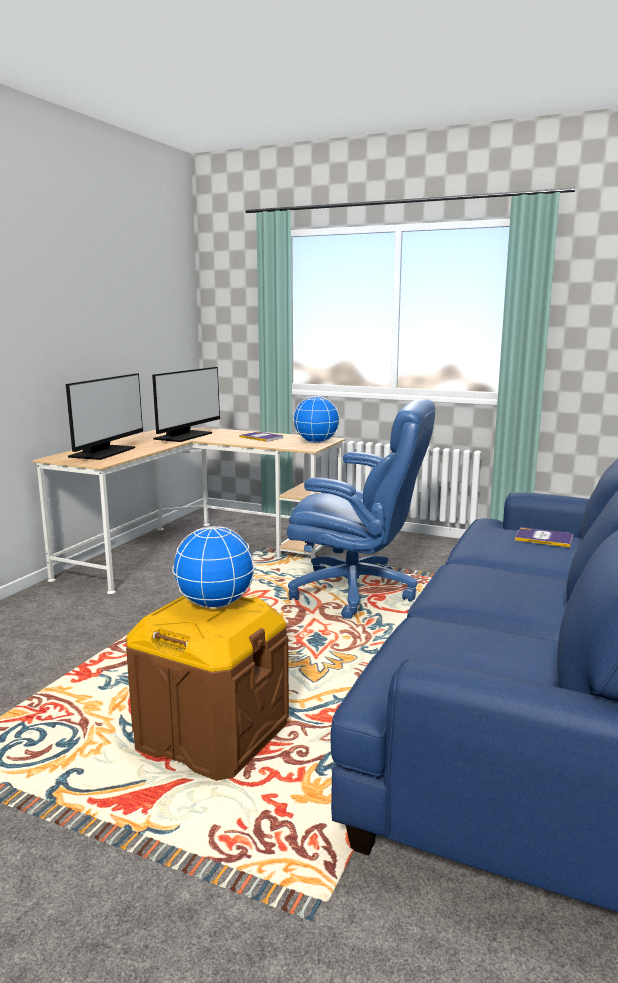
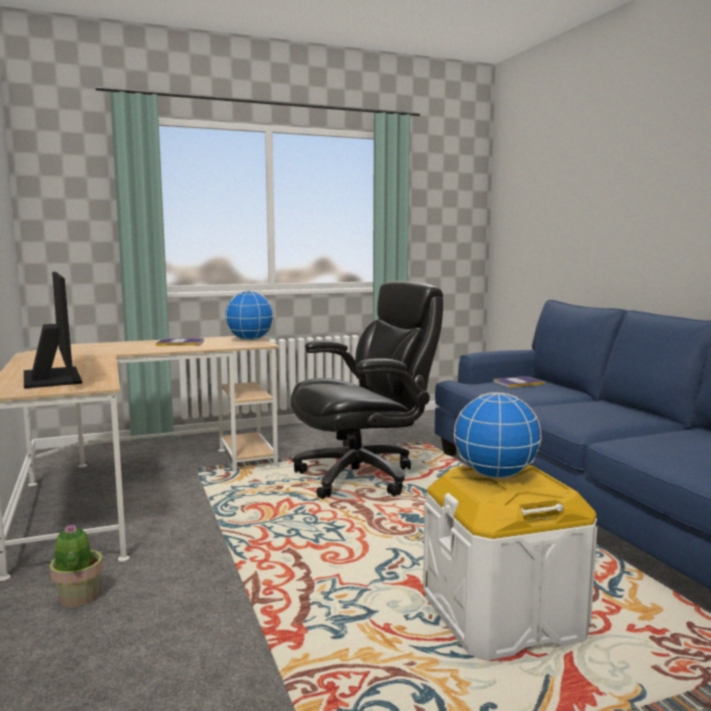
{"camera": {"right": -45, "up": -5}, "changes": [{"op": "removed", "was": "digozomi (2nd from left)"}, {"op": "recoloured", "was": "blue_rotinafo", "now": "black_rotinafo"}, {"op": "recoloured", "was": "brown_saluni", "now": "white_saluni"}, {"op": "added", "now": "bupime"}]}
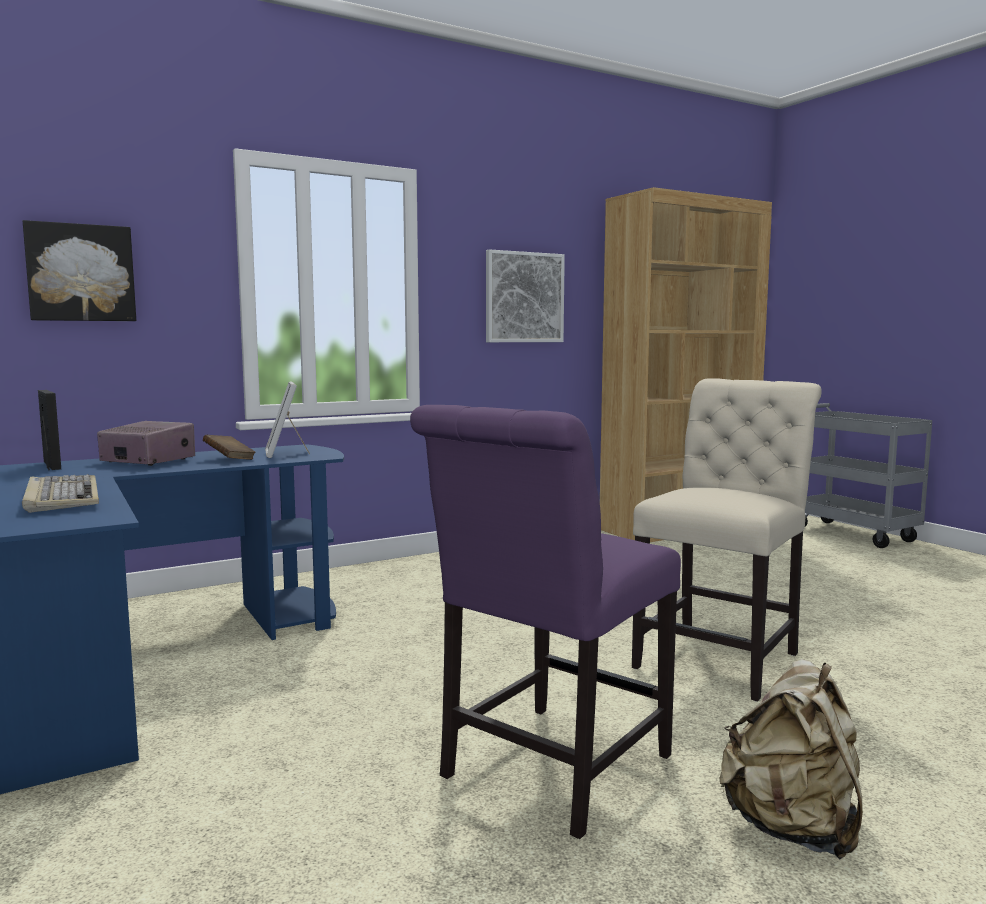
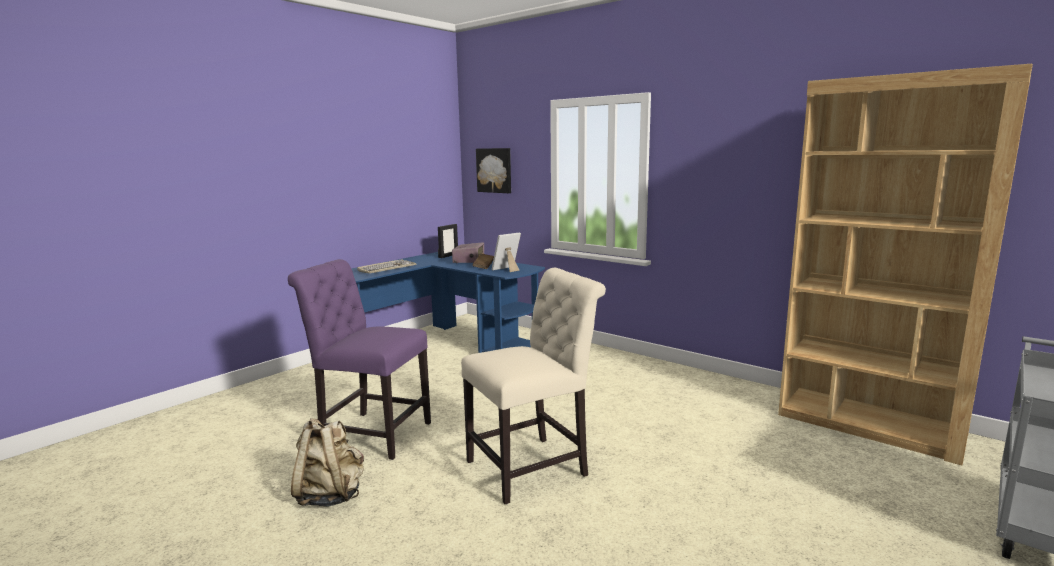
{"camera": {"right": 70, "up": 5}, "changes": [{"op": "removed", "was": "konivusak (2nd from left)"}, {"op": "turned", "was": "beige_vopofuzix", "clockwise": -45}]}
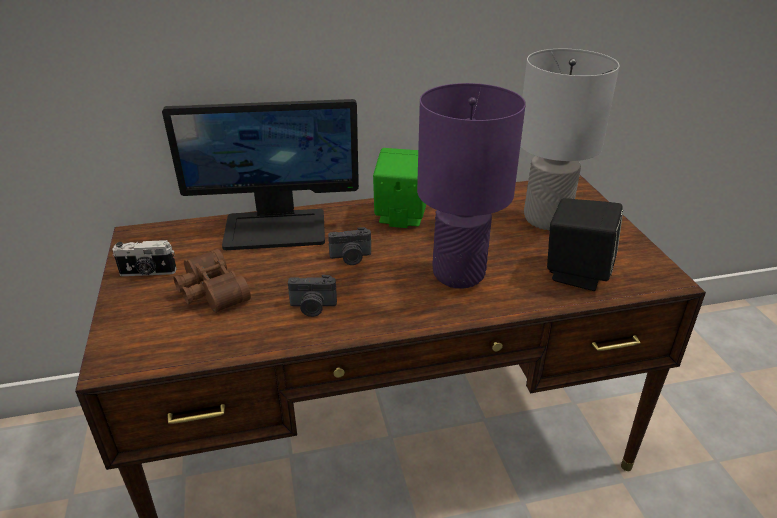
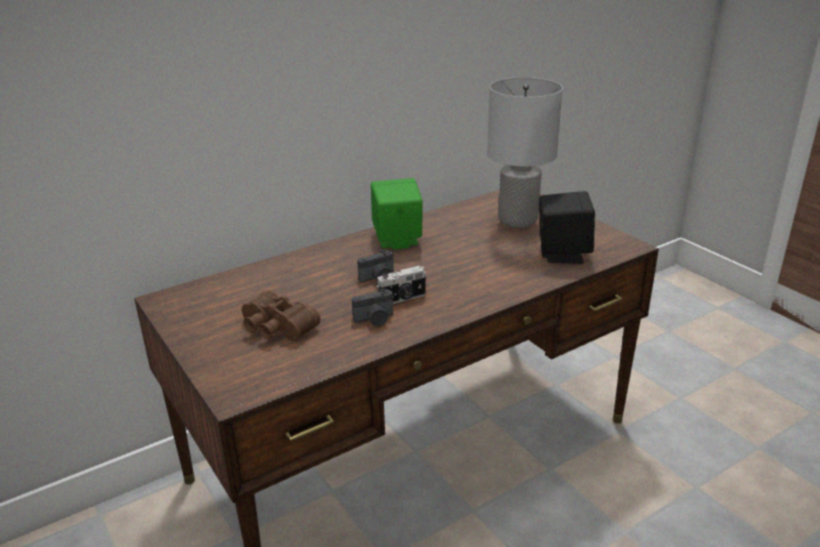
{"camera": {"right": -20, "up": -5}, "changes": [{"op": "removed", "was": "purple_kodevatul"}, {"op": "removed", "was": "digozomi"}, {"op": "moved", "was": "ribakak (1st from left in the first image)", "now": "ribakak (3rd from left)"}]}
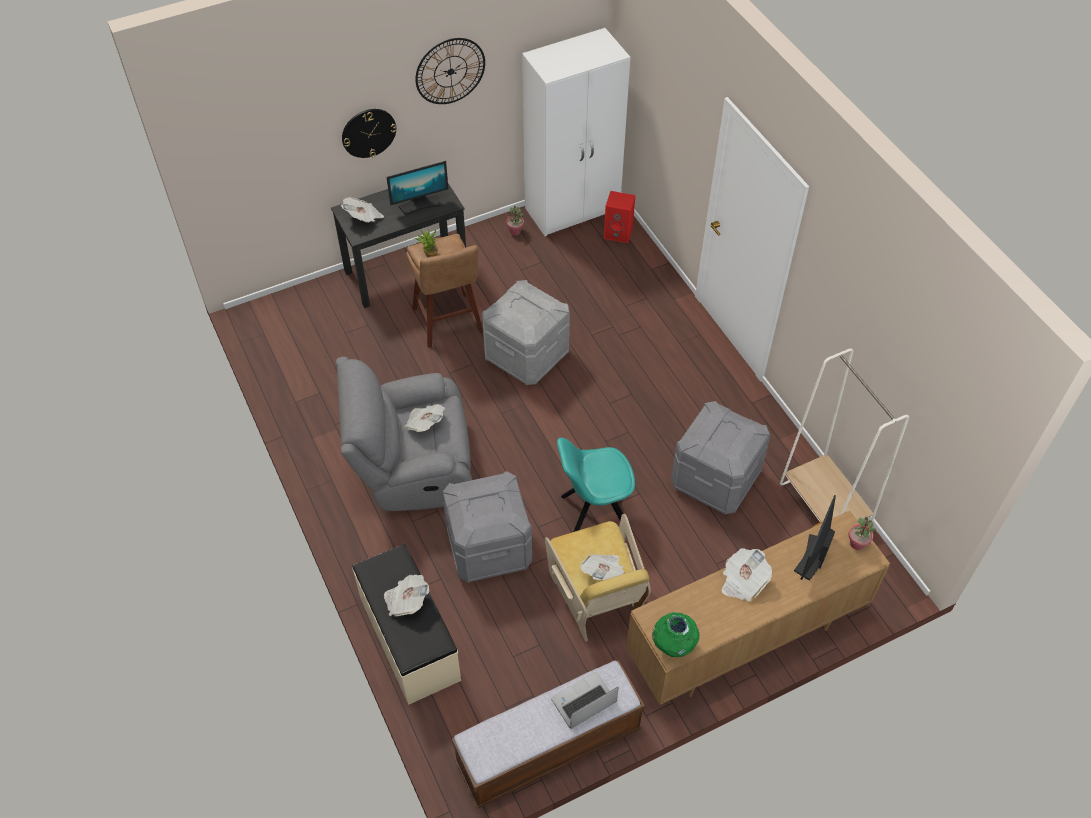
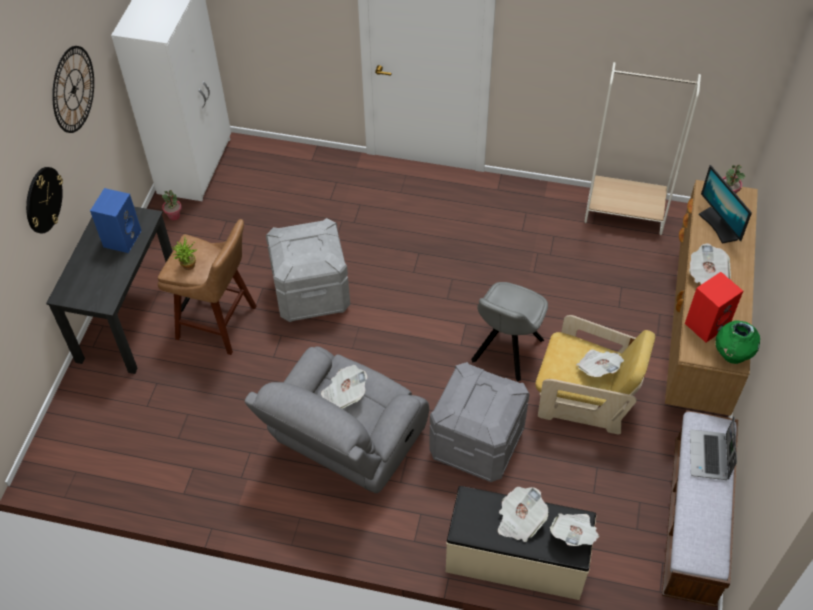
{"camera": {"right": -50, "up": 0}, "changes": [{"op": "replaced", "was": "digozomi (1st from left)", "now": "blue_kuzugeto"}, {"op": "moved", "was": "red_kuzugeto"}, {"op": "moved", "was": "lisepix (1st from left in the first image)", "now": "lisepix (3rd from left)"}, {"op": "removed", "was": "grey_saluni (3rd from left)"}, {"op": "recoloured", "was": "turquoise_vopofuzix", "now": "grey_vopofuzix"}]}
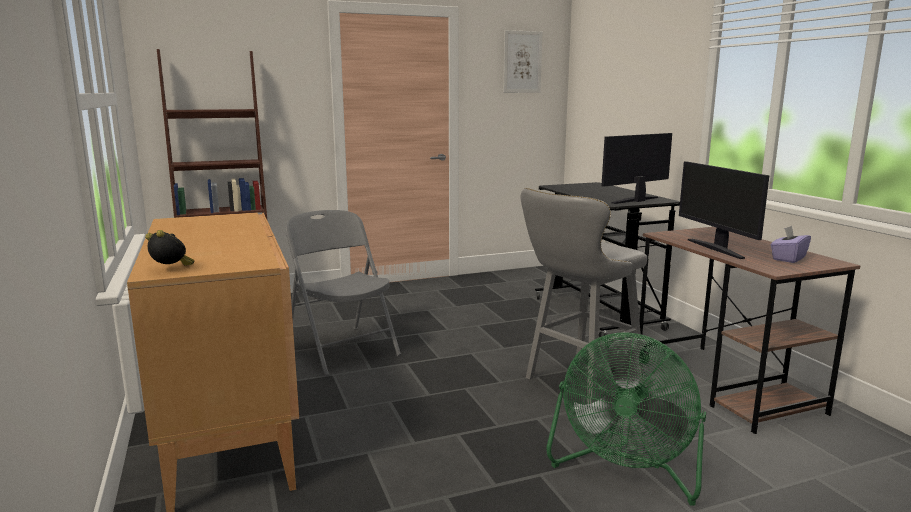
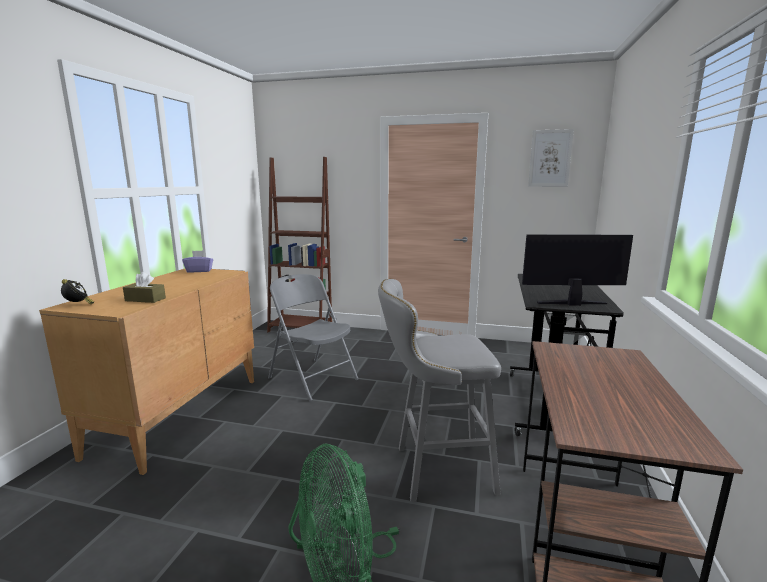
{"camera": {"right": 35, "up": 0}, "changes": [{"op": "removed", "was": "digozomi (2nd from left)"}, {"op": "turned", "was": "grey_vopofuzix", "clockwise": -45}, {"op": "moved", "was": "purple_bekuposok"}, {"op": "added", "now": "brown_bekuposok"}]}
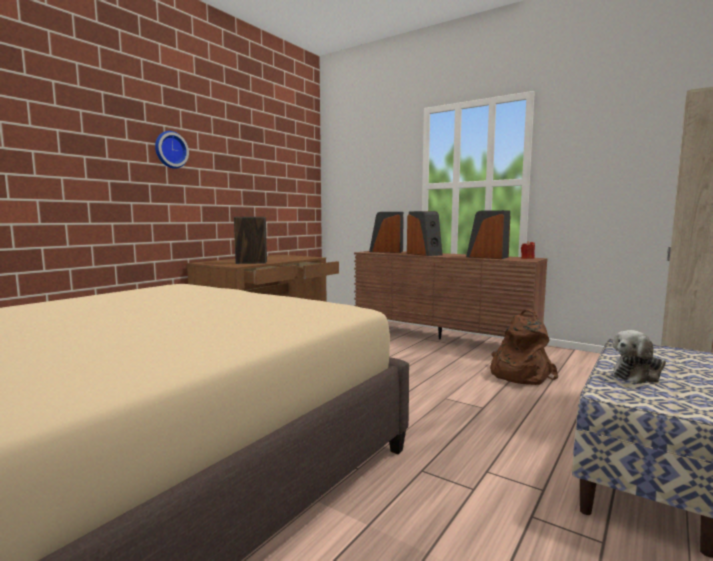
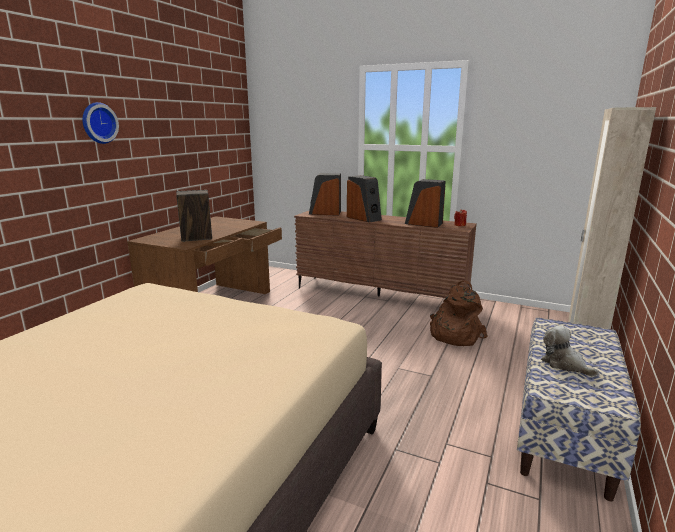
{"camera": {"right": -10, "up": 10}, "changes": [{"op": "turned", "was": "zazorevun", "clockwise": 90}]}
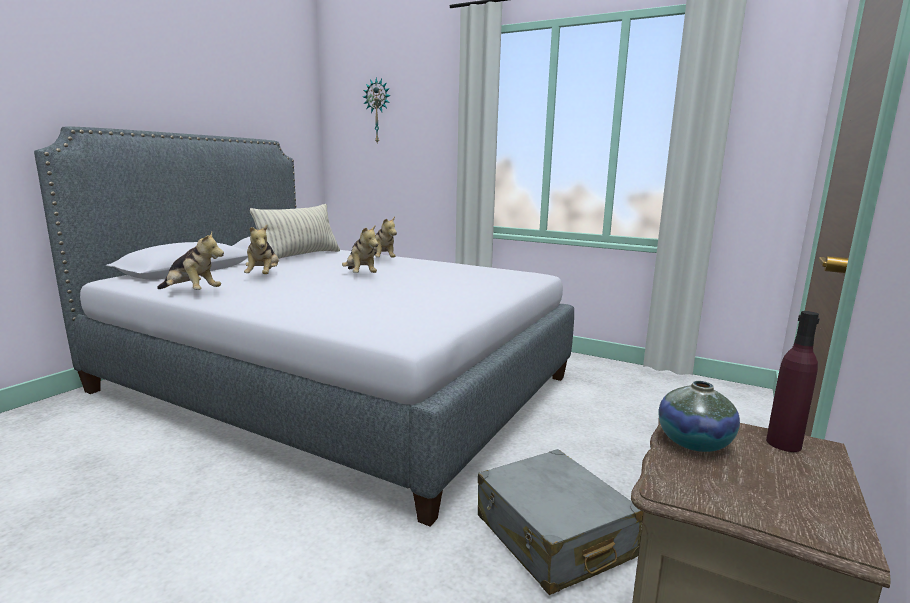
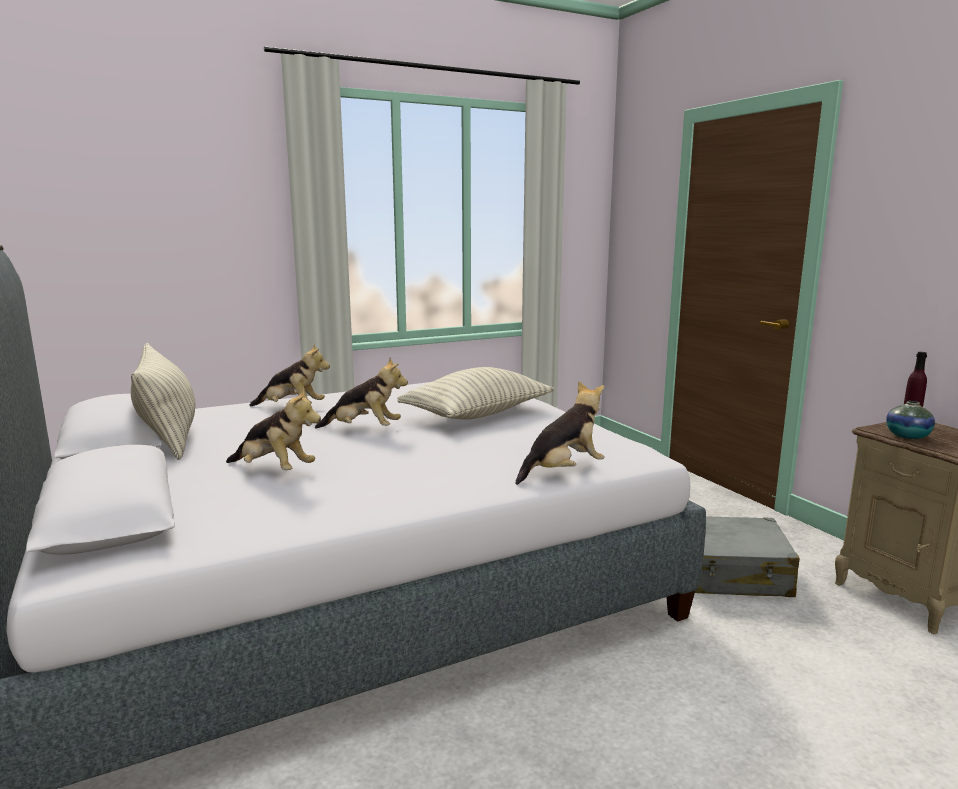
{"camera": {"right": -55, "up": 0}, "changes": [{"op": "removed", "was": "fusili"}, {"op": "moved", "was": "zazorevun (1st from left in the first image)", "now": "zazorevun (4th from left)"}, {"op": "added", "now": "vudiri (2nd from left)"}]}
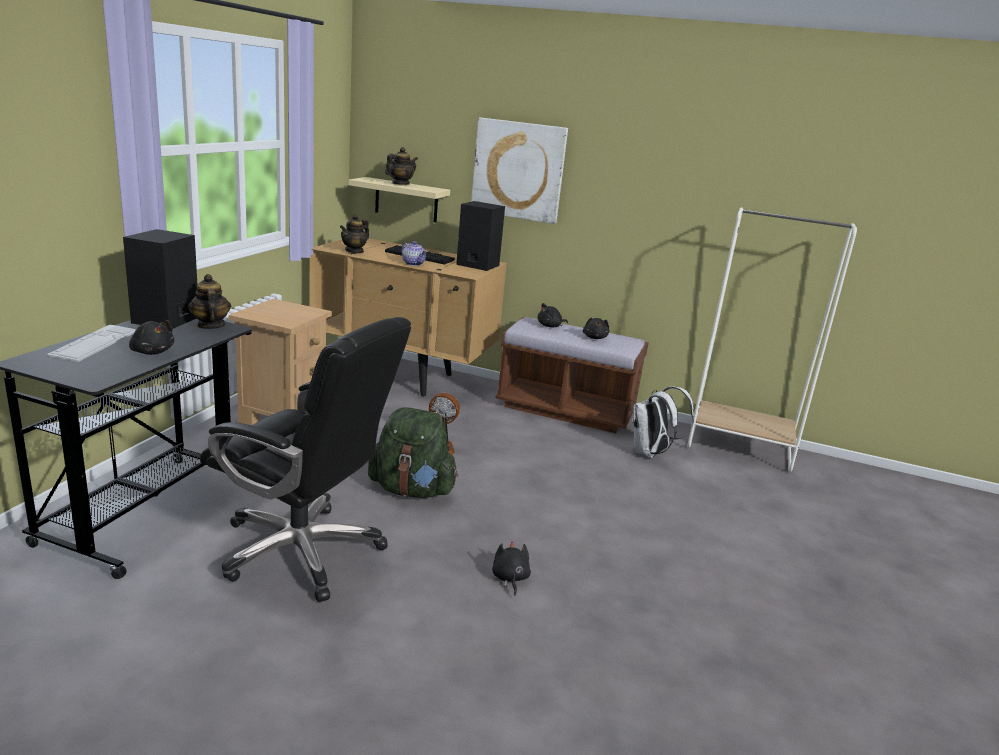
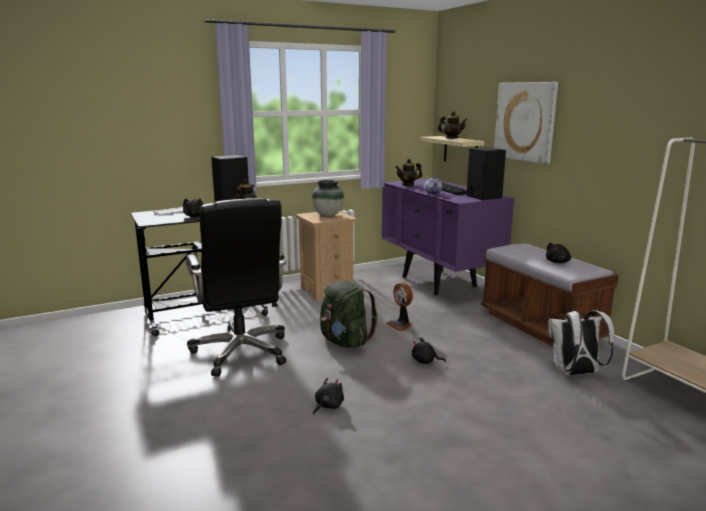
{"camera": {"right": 45, "up": -5}, "changes": [{"op": "recoloured", "was": "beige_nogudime", "now": "purple_nogudime"}, {"op": "moved", "was": "black_zazorevun (3rd from left)"}, {"op": "added", "now": "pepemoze"}]}
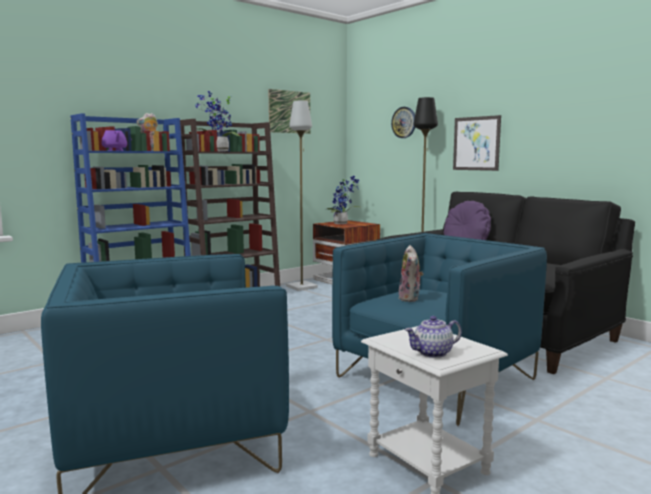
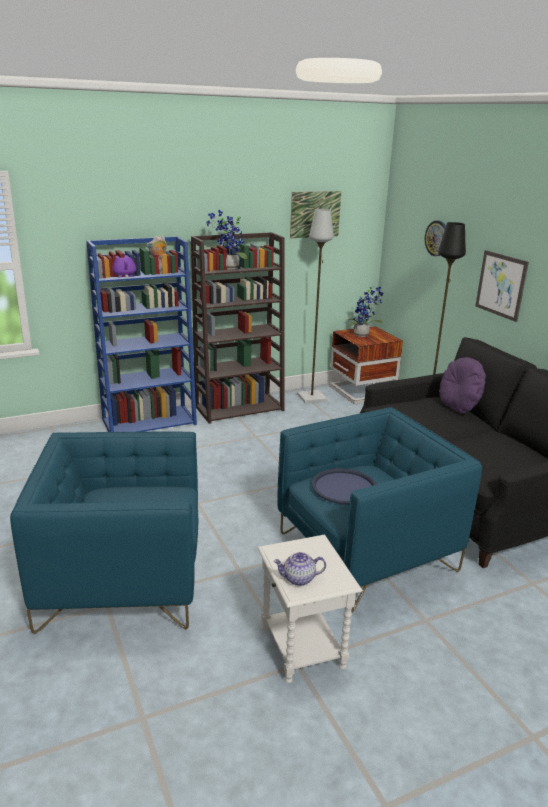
{"camera": {"right": 15, "up": 15}, "changes": [{"op": "replaced", "was": "zazorevun (2nd from left)", "now": "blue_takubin"}]}
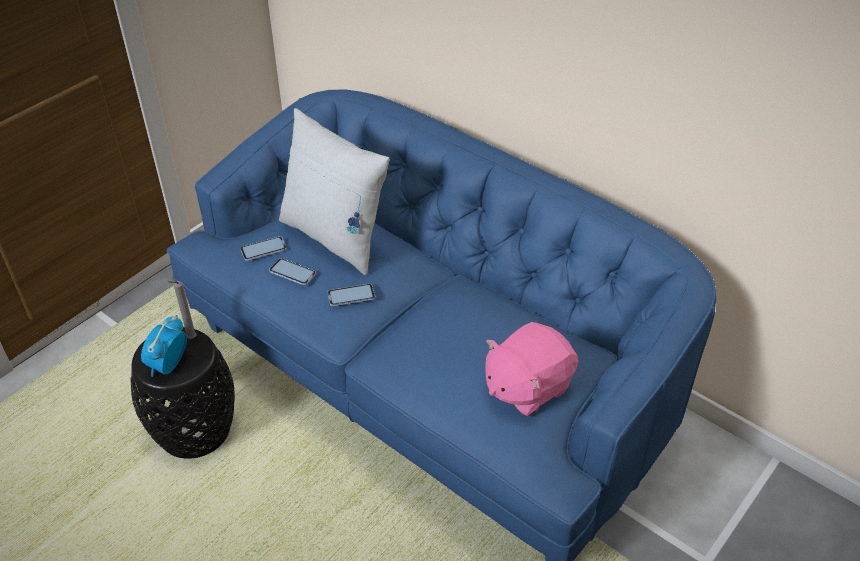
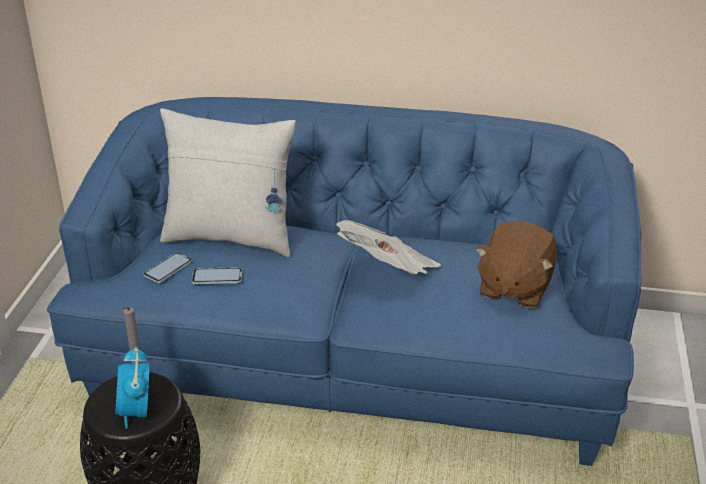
{"camera": {"right": -30, "up": -10}, "changes": [{"op": "removed", "was": "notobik (3rd from left)"}, {"op": "recoloured", "was": "pink_zazorevun", "now": "brown_zazorevun"}, {"op": "added", "now": "lisepix"}]}
